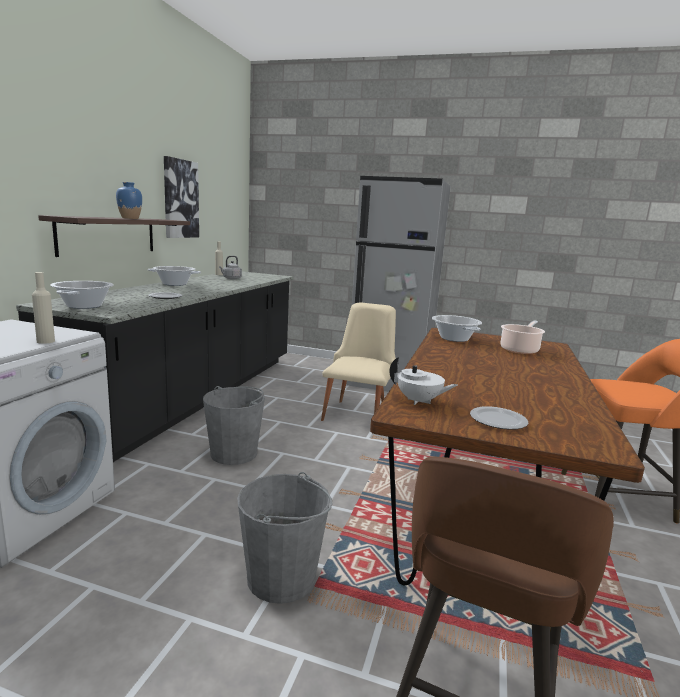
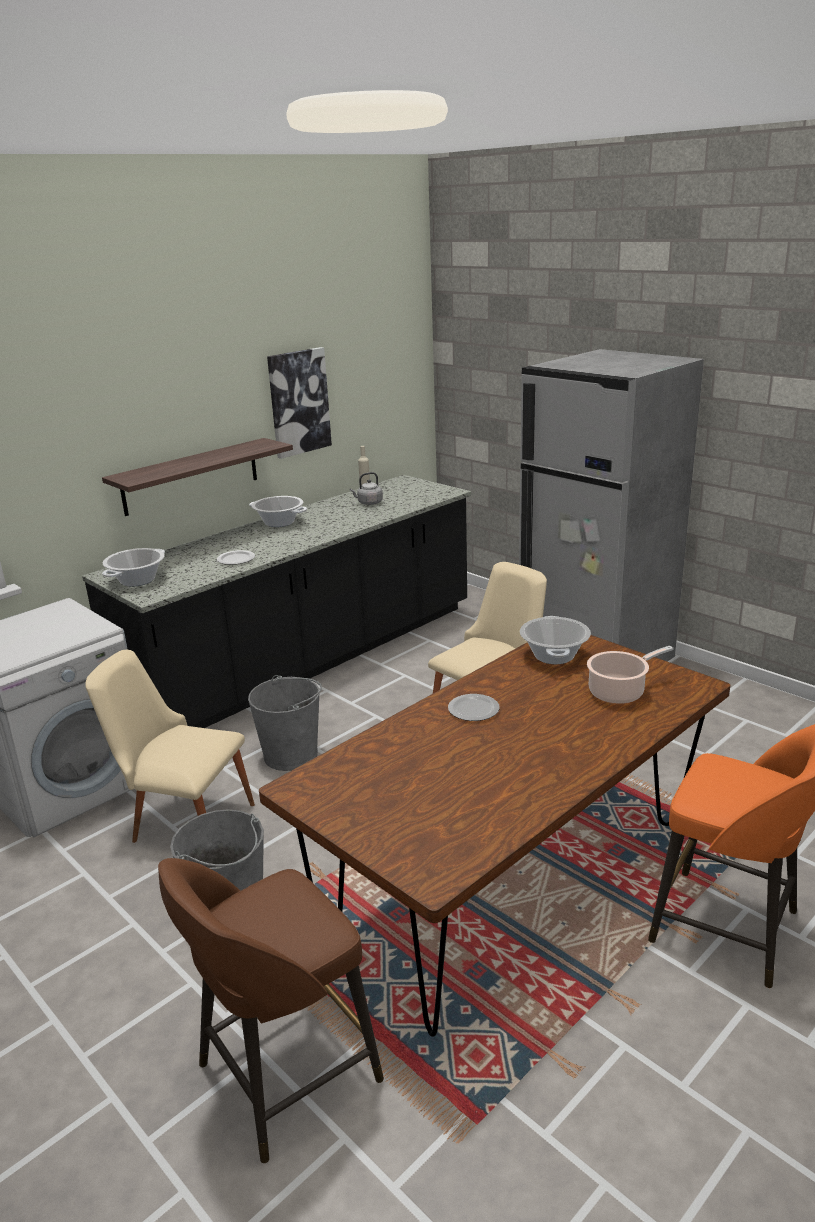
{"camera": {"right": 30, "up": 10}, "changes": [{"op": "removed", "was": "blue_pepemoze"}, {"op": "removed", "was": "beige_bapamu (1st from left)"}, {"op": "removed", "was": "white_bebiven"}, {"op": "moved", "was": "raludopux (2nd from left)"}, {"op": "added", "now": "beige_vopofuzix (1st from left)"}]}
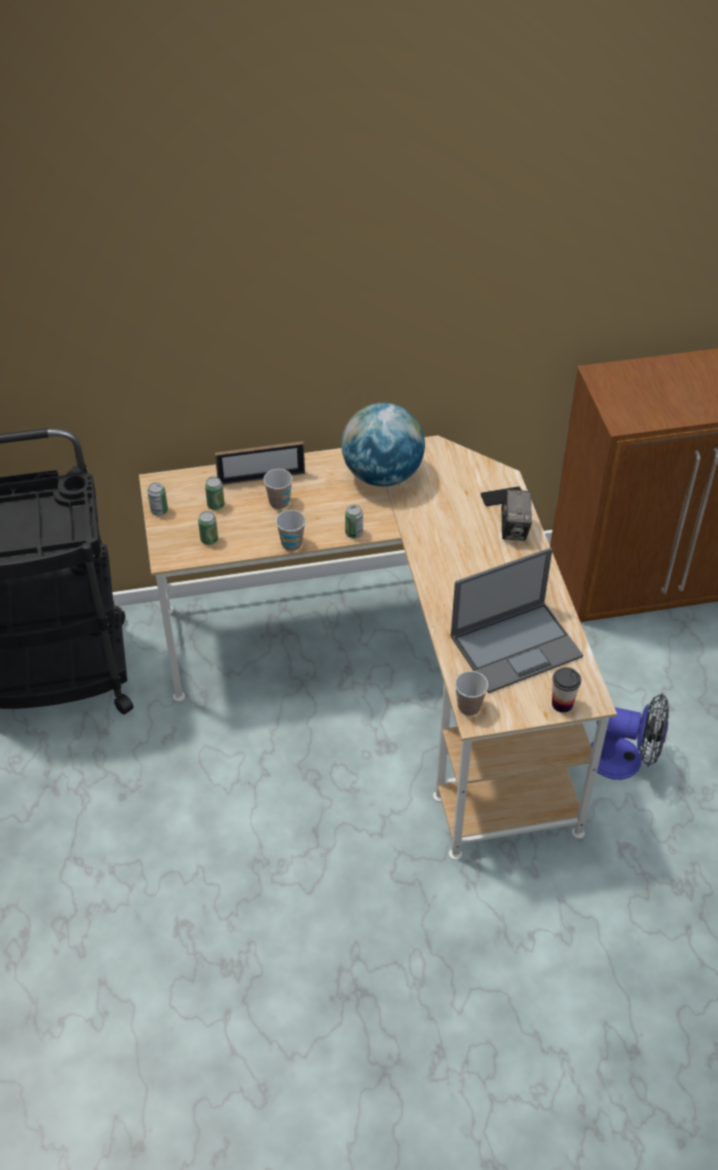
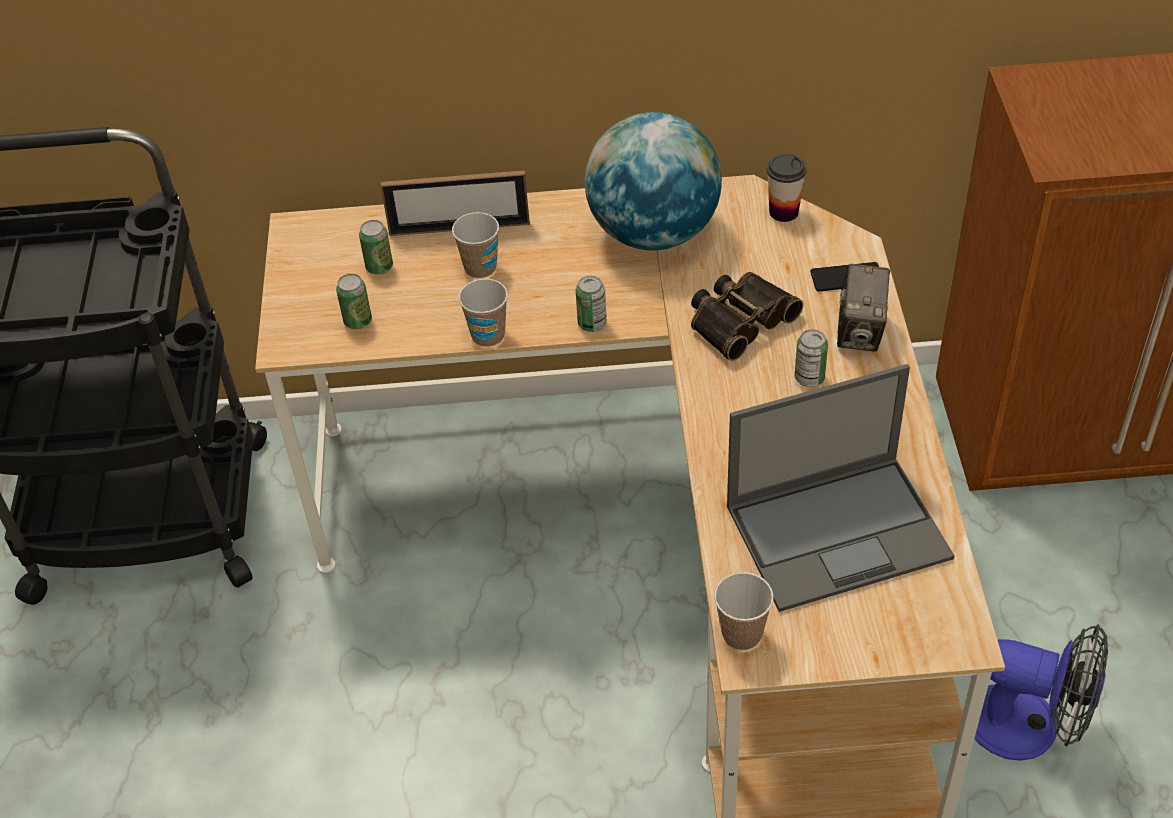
{"camera": {"right": 10, "up": 0}, "changes": [{"op": "moved", "was": "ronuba (1st from left in the first image)", "now": "ronuba (4th from left)"}, {"op": "moved", "was": "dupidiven (4th from left)"}, {"op": "added", "now": "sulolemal"}]}
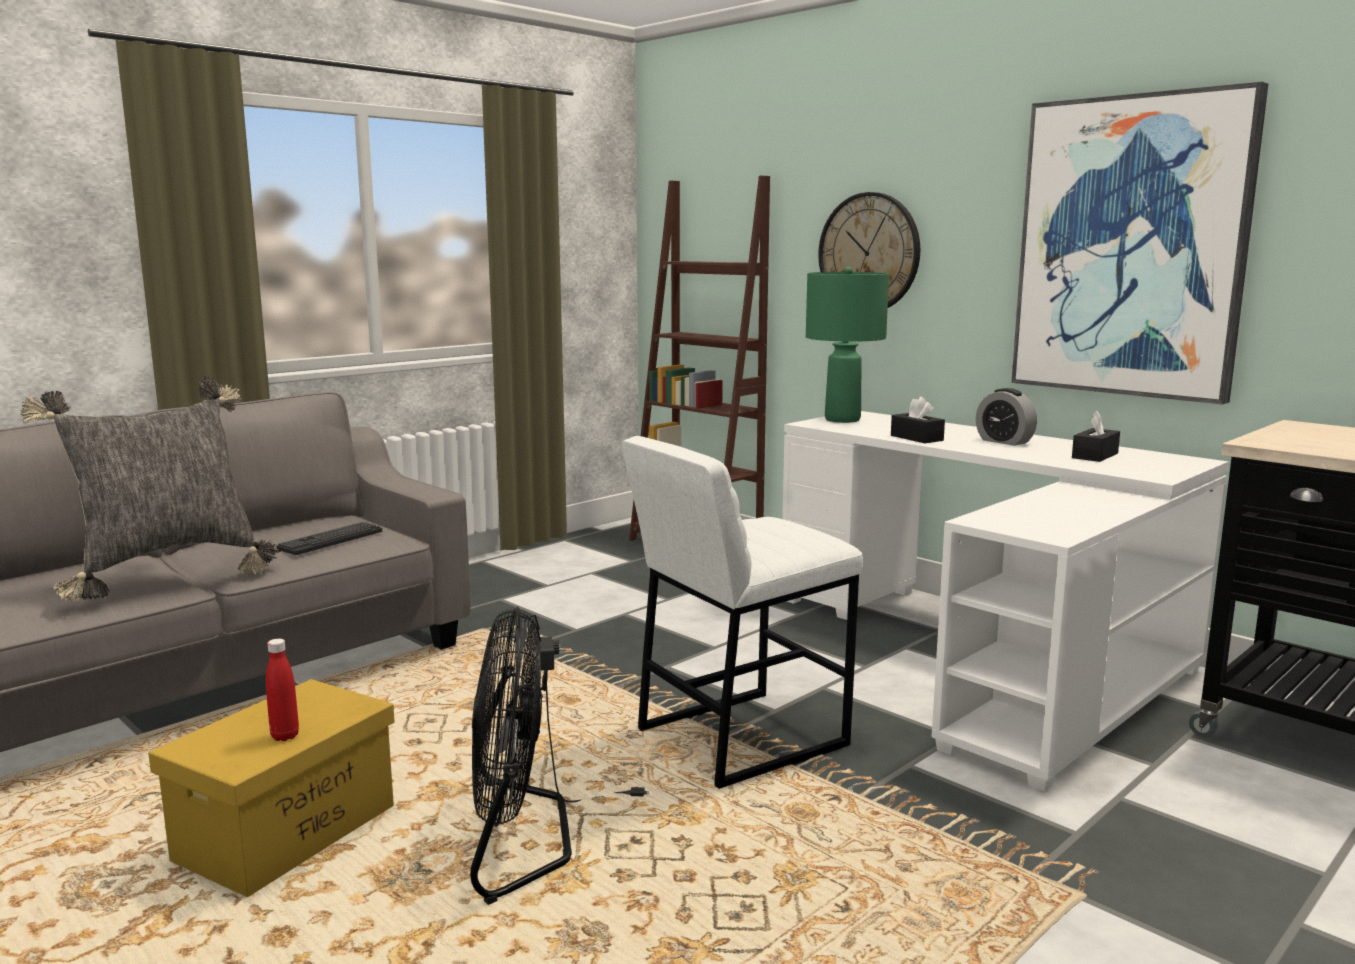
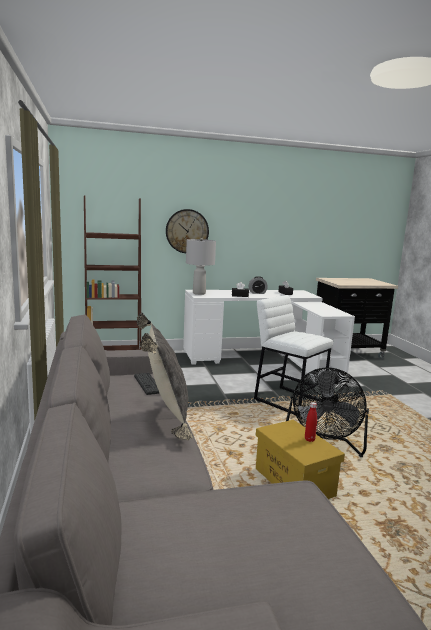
{"camera": {"right": -60, "up": 0}, "changes": [{"op": "removed", "was": "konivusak"}, {"op": "recoloured", "was": "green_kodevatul", "now": "grey_kodevatul"}, {"op": "turned", "was": "white_vopofuzix", "clockwise": 135}]}
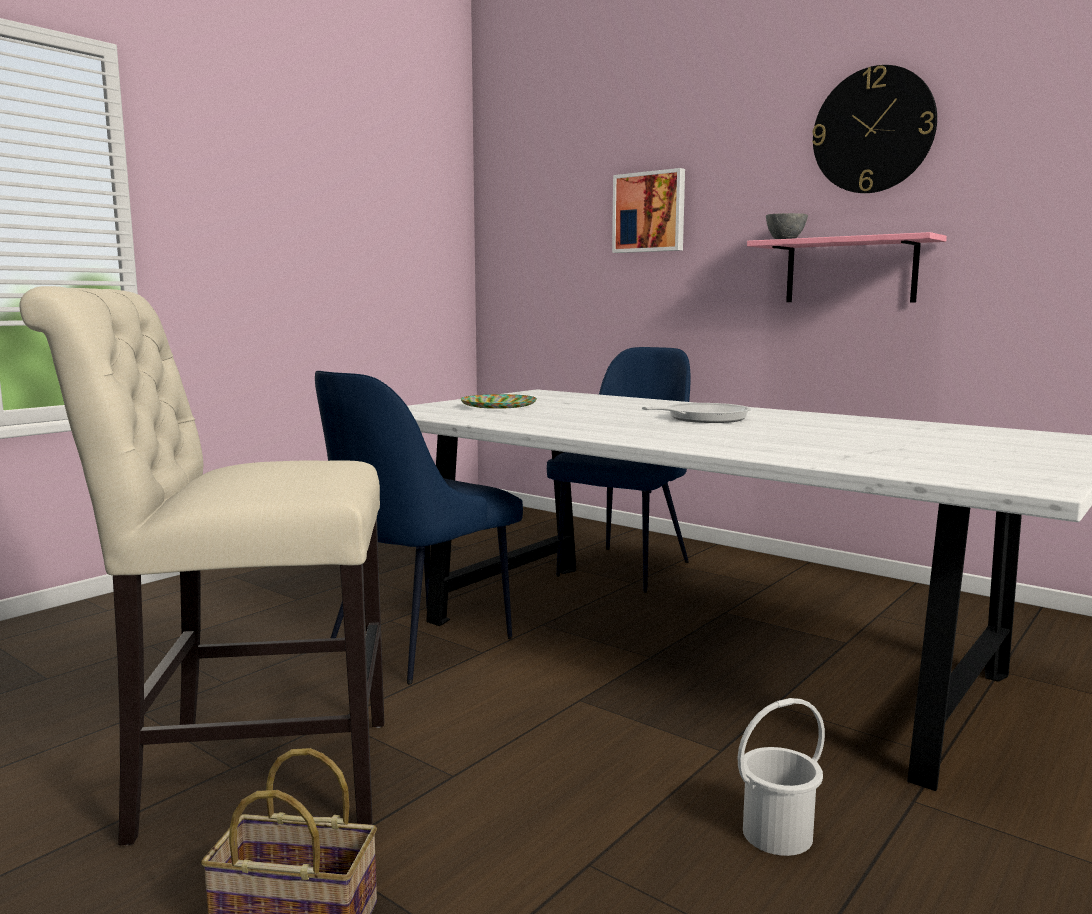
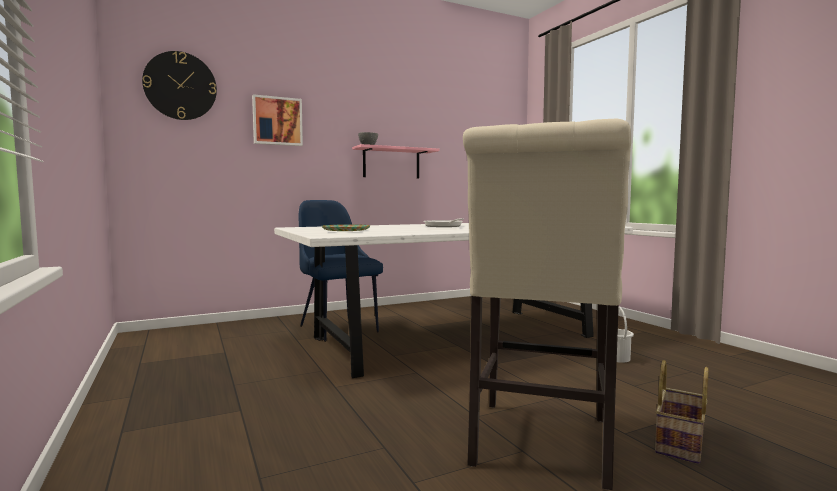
{"camera": {"right": -65, "up": -5}, "changes": [{"op": "moved", "was": "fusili"}, {"op": "removed", "was": "blue_vopofuzix (1st from left)"}]}
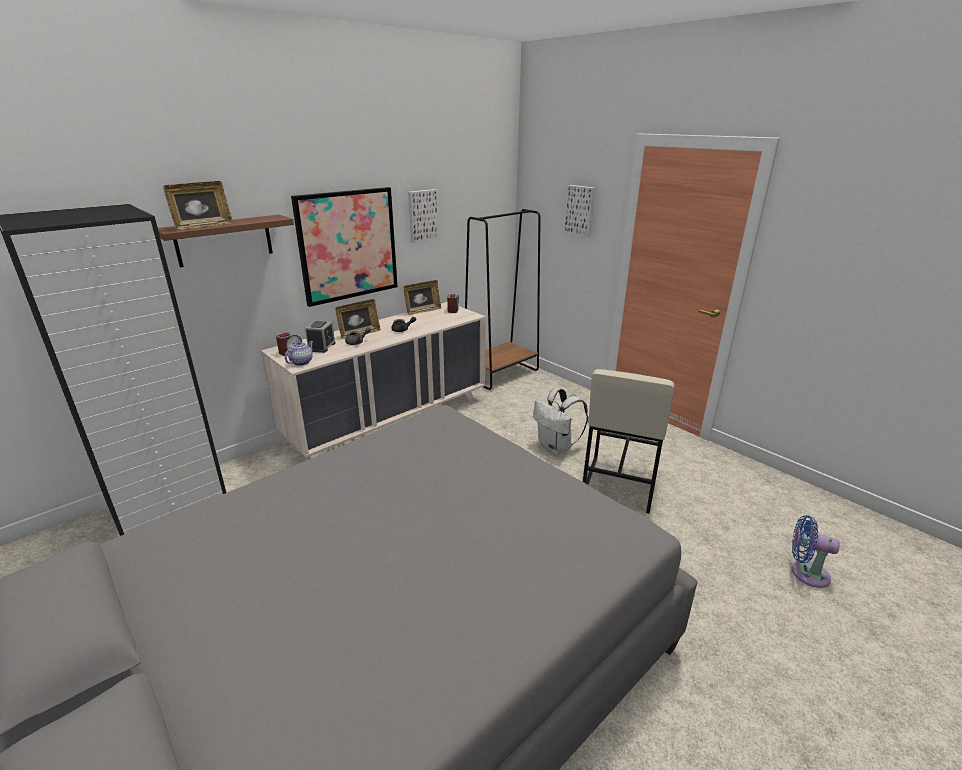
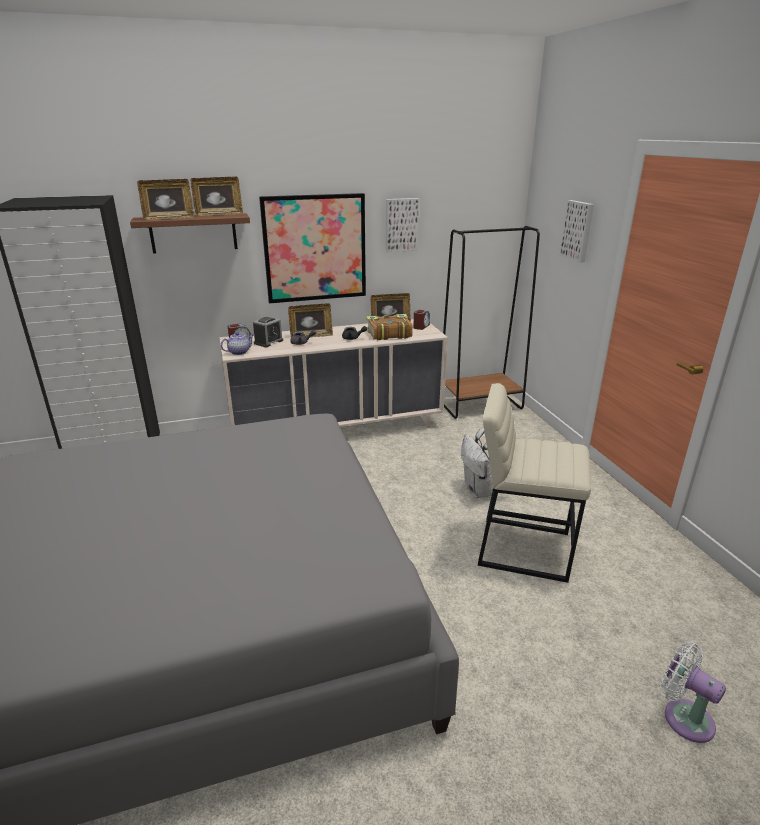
{"camera": {"right": 25, "up": 0}, "changes": [{"op": "turned", "was": "beige_vopofuzix", "clockwise": 60}, {"op": "recoloured", "was": "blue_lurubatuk", "now": "white_lurubatuk"}, {"op": "added", "now": "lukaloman (2nd from left)"}, {"op": "added", "now": "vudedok"}]}
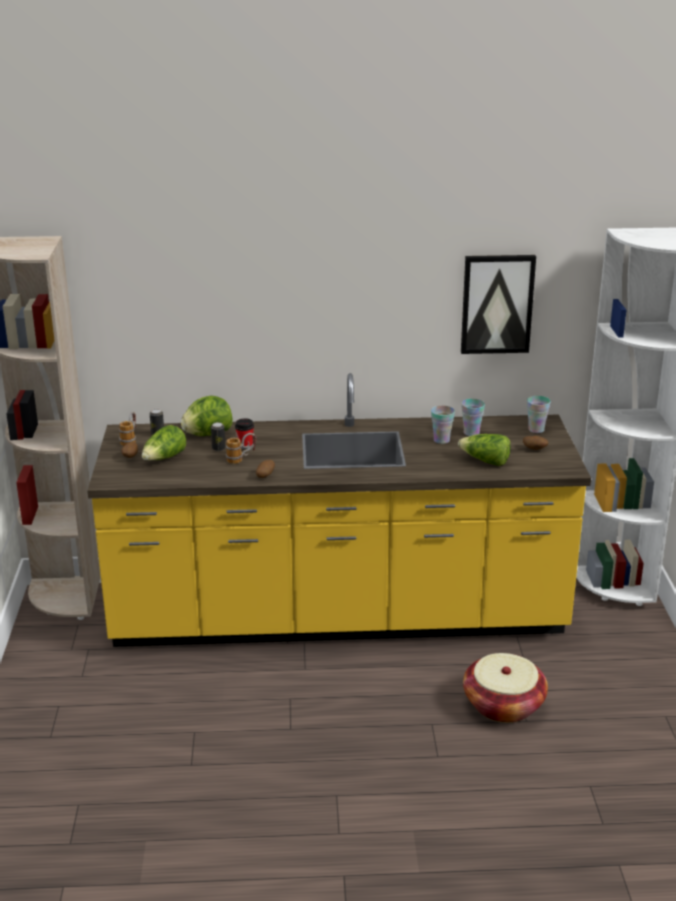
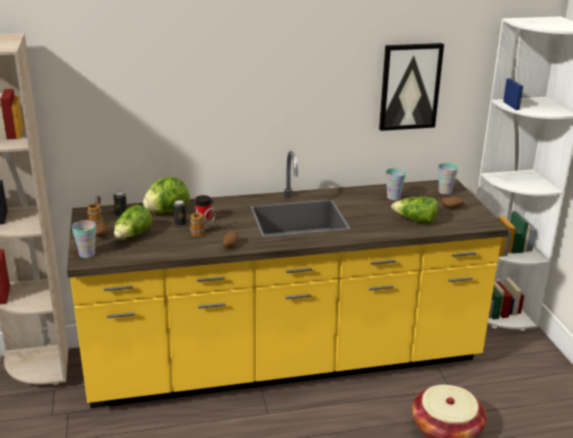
{"camera": {"right": -10, "up": 0}, "changes": [{"op": "moved", "was": "dupidiven (2nd from left in the first image)", "now": "dupidiven (1st from left)"}]}
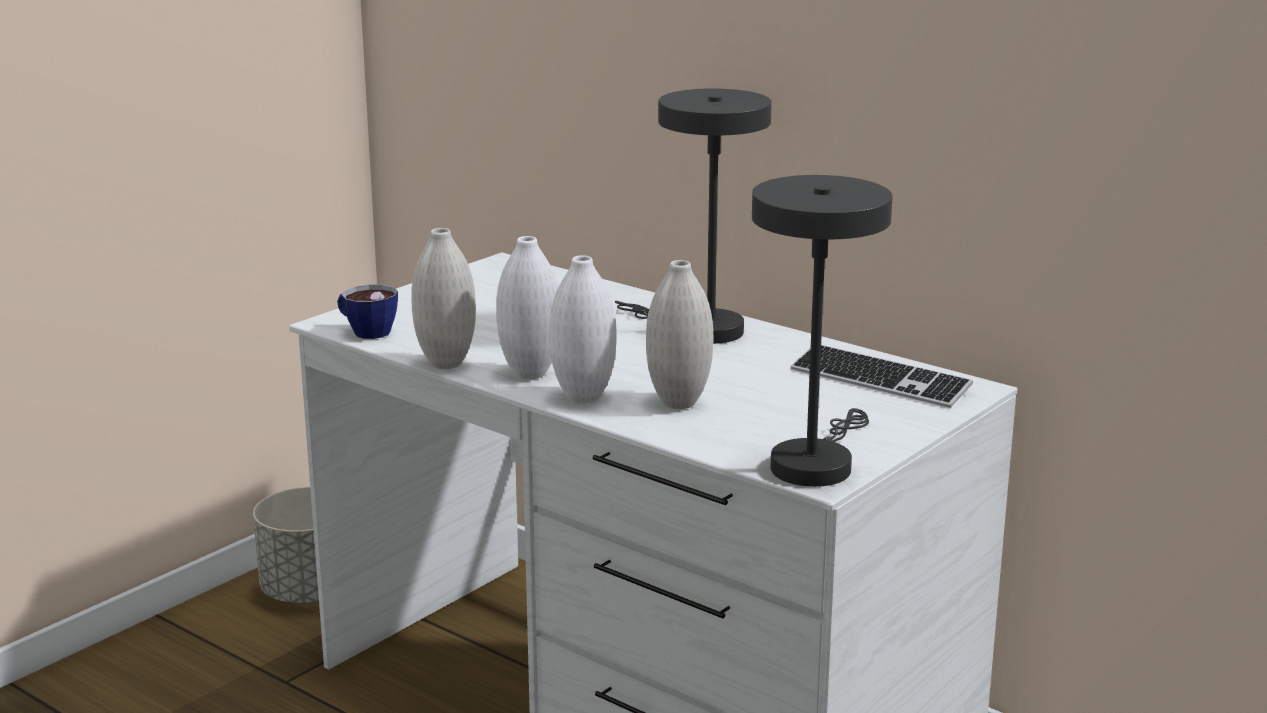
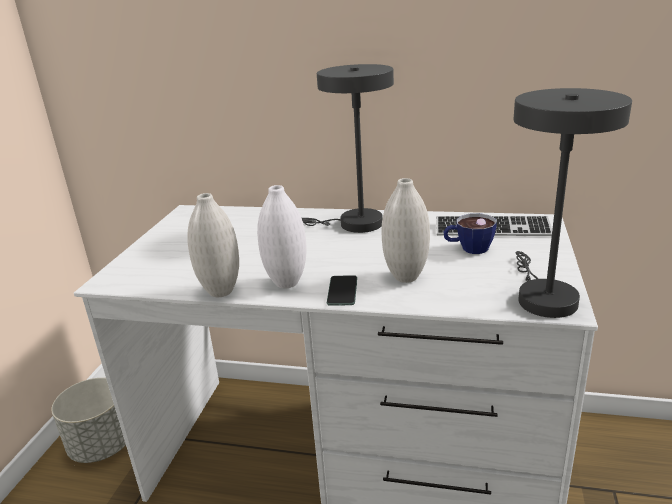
{"camera": {"right": -25, "up": 5}, "changes": [{"op": "replaced", "was": "white_pepemoze (3rd from left)", "now": "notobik"}, {"op": "moved", "was": "dupidiven"}]}
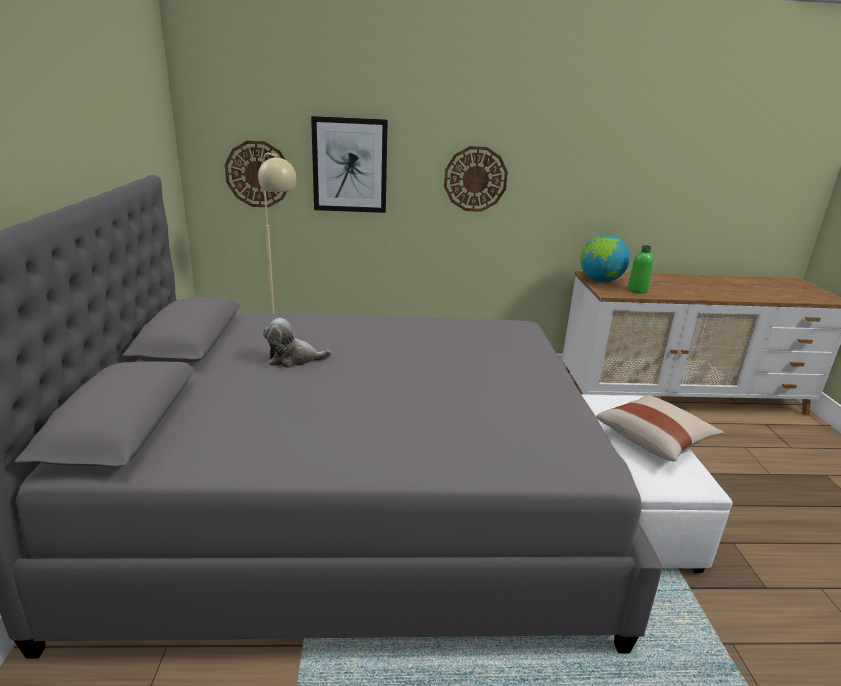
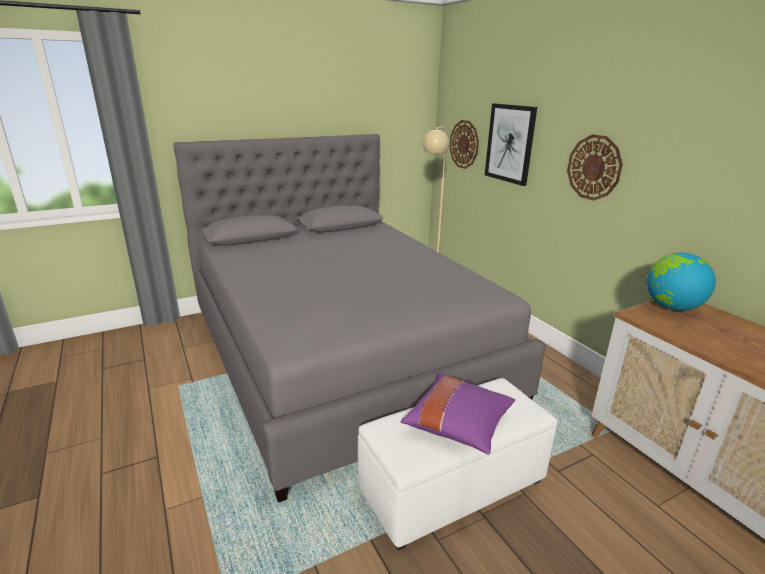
{"camera": {"right": 65, "up": 0}, "changes": [{"op": "removed", "was": "green_bapamu"}, {"op": "removed", "was": "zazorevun"}, {"op": "recoloured", "was": "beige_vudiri", "now": "purple_vudiri"}]}
